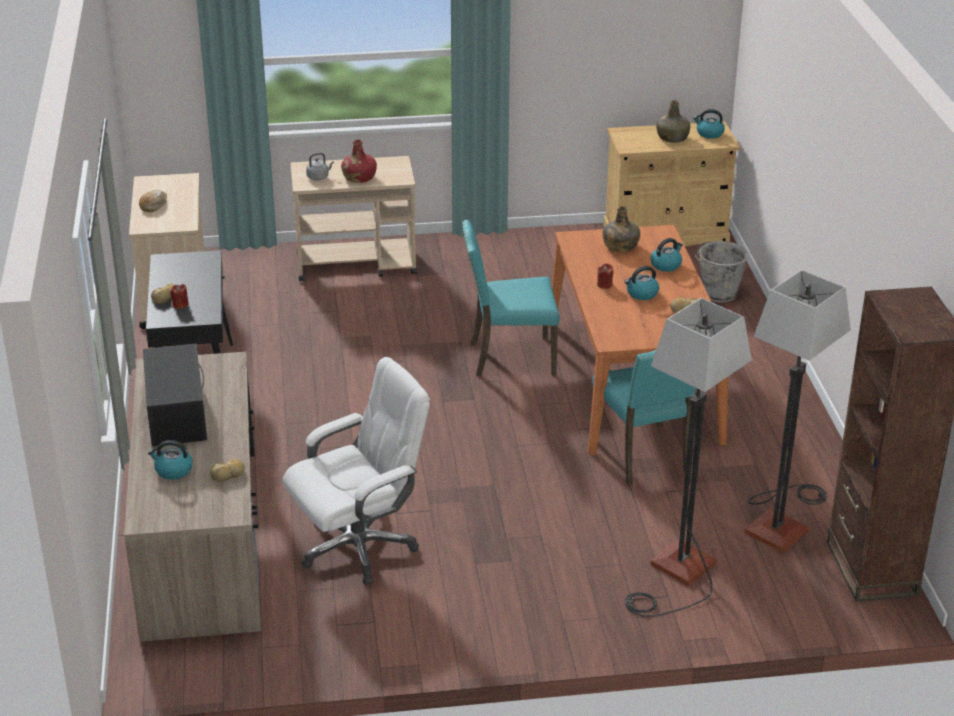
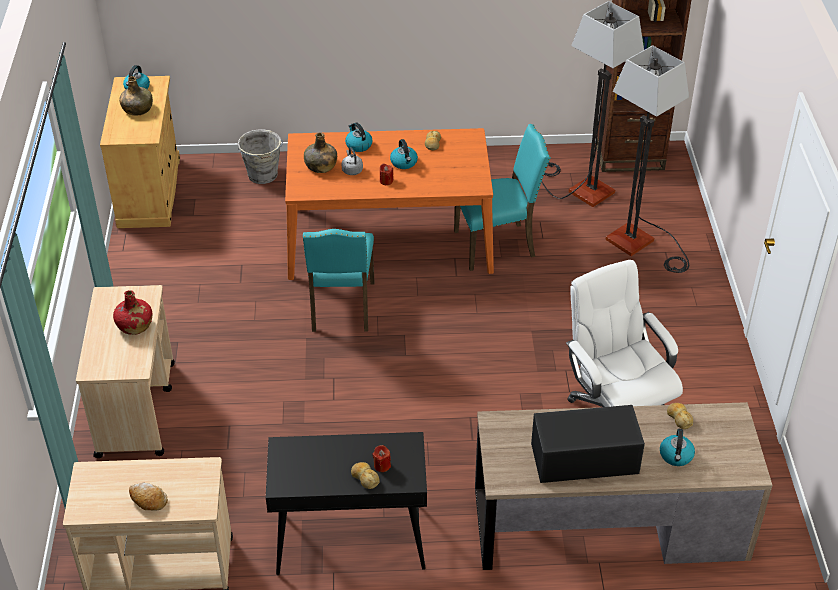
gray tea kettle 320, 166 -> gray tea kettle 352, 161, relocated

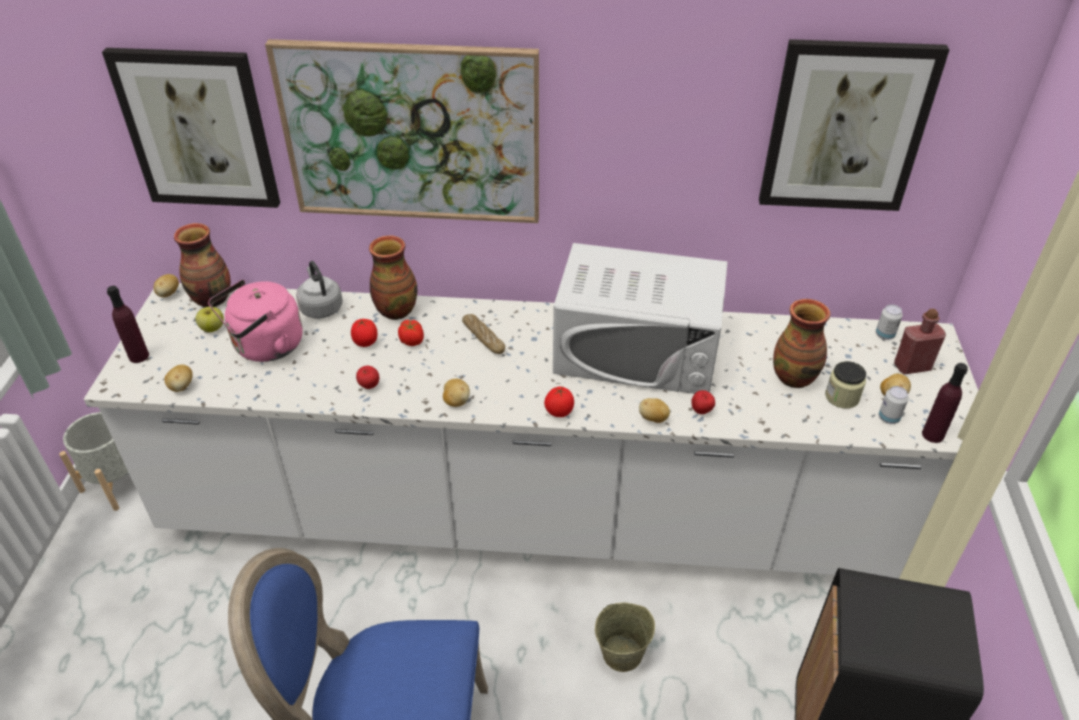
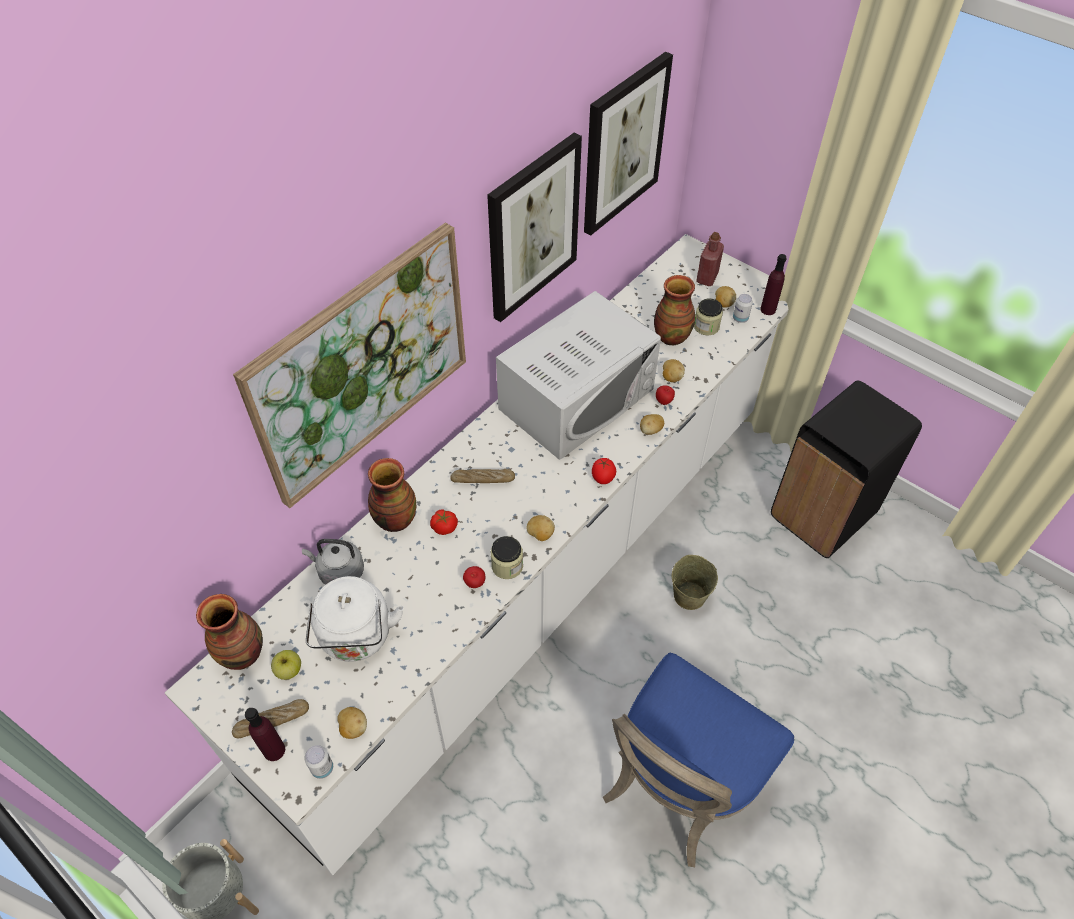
whole tomato 364, 332 -> none
none -> bread 270, 718
none -> jar 507, 557
wall art 191, 128 -> wall art 534, 227, relocated
potato 166, 285 -> potato 674, 370, relocated
can 889, 322 -> can 318, 762, relocated
pink tea kettle 255, 321 -> whitish tea kettle 355, 619

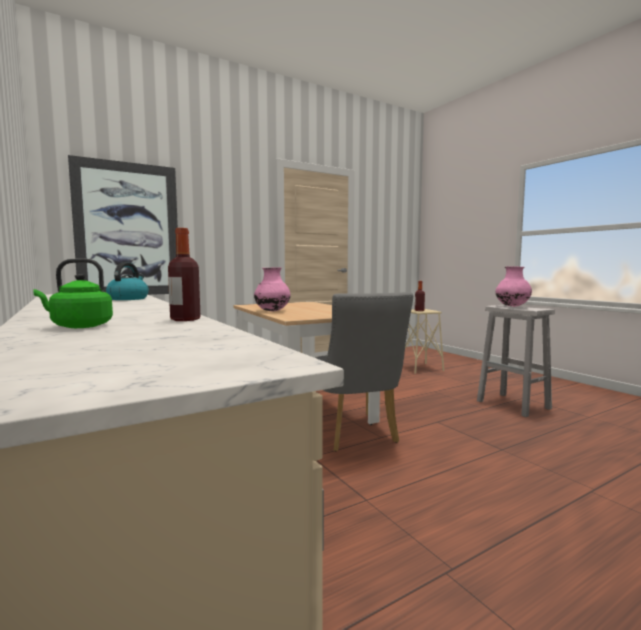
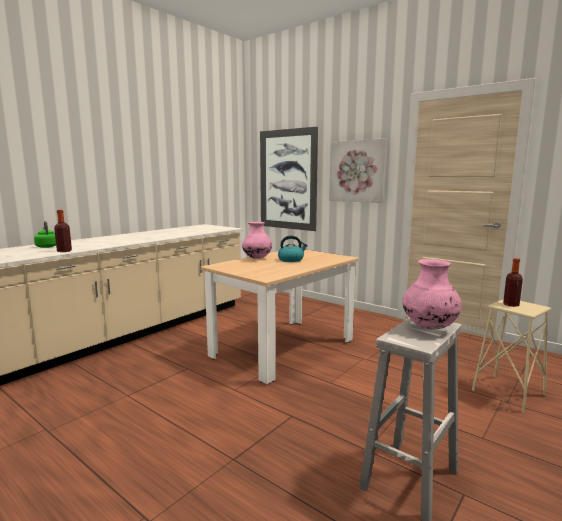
gray plain chair 363, 371 -> none
none -> wall art 358, 170
tea kettle 127, 281 -> tea kettle 293, 248, relocated

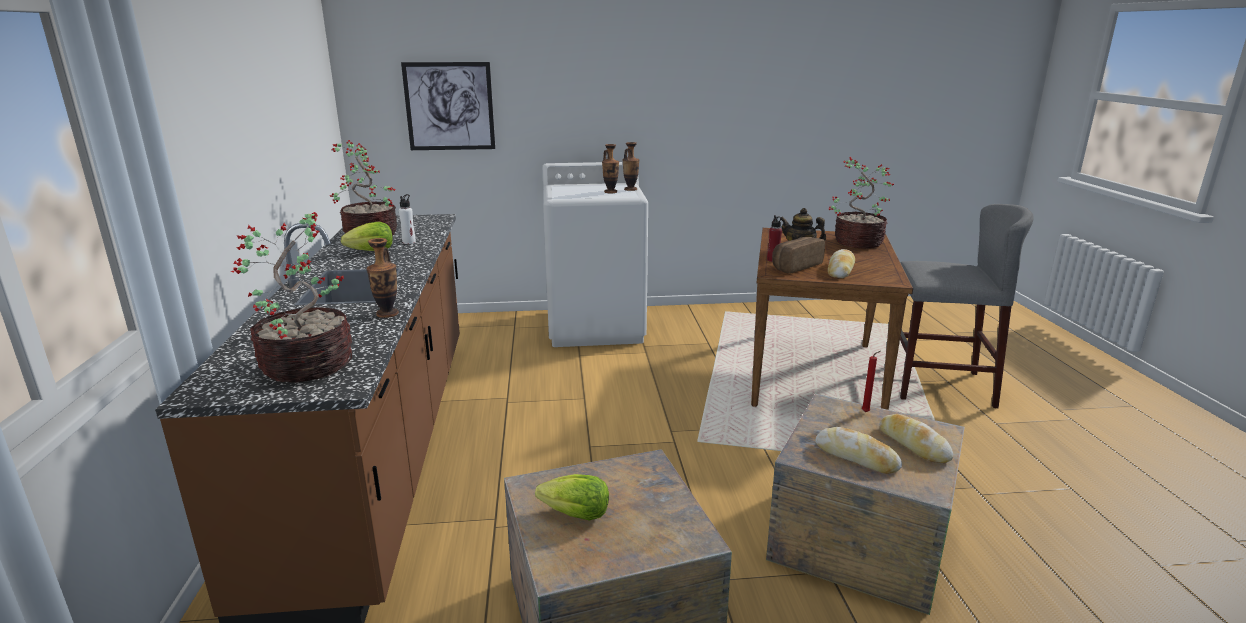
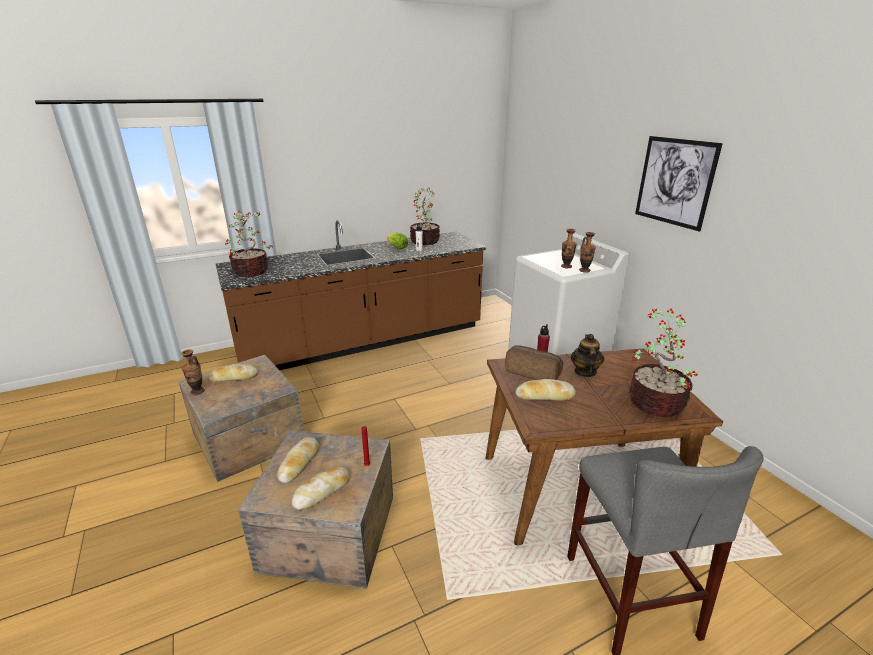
decorative vase 383, 278 -> decorative vase 193, 372, relocated
wall art 448, 106 -> wall art 679, 183, relocated
lettuce head 572, 497 -> bread 233, 373

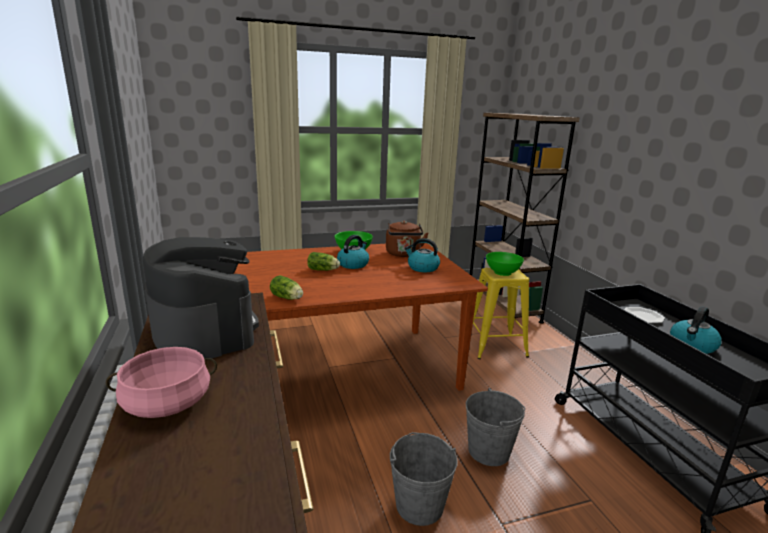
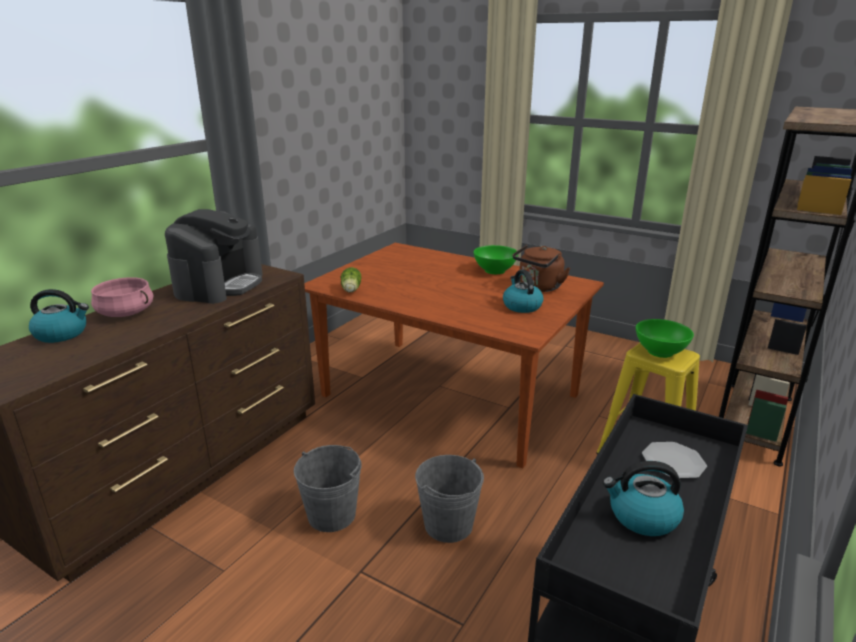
lettuce head 323, 261 -> none
tea kettle 353, 252 -> tea kettle 59, 316, relocated

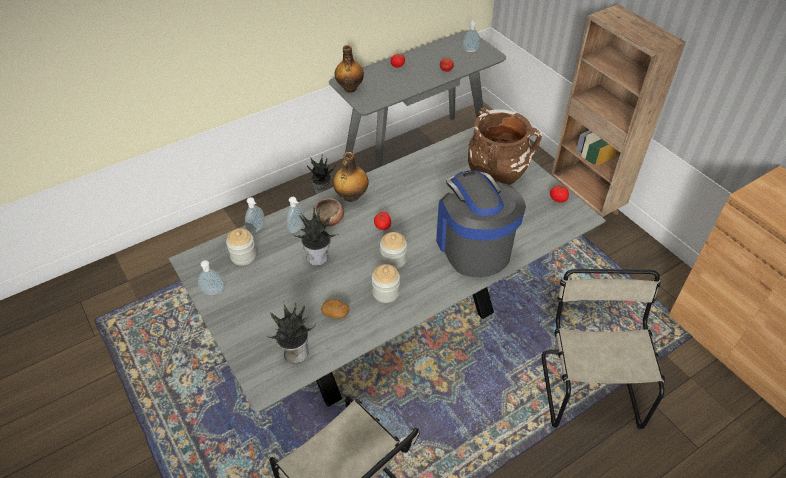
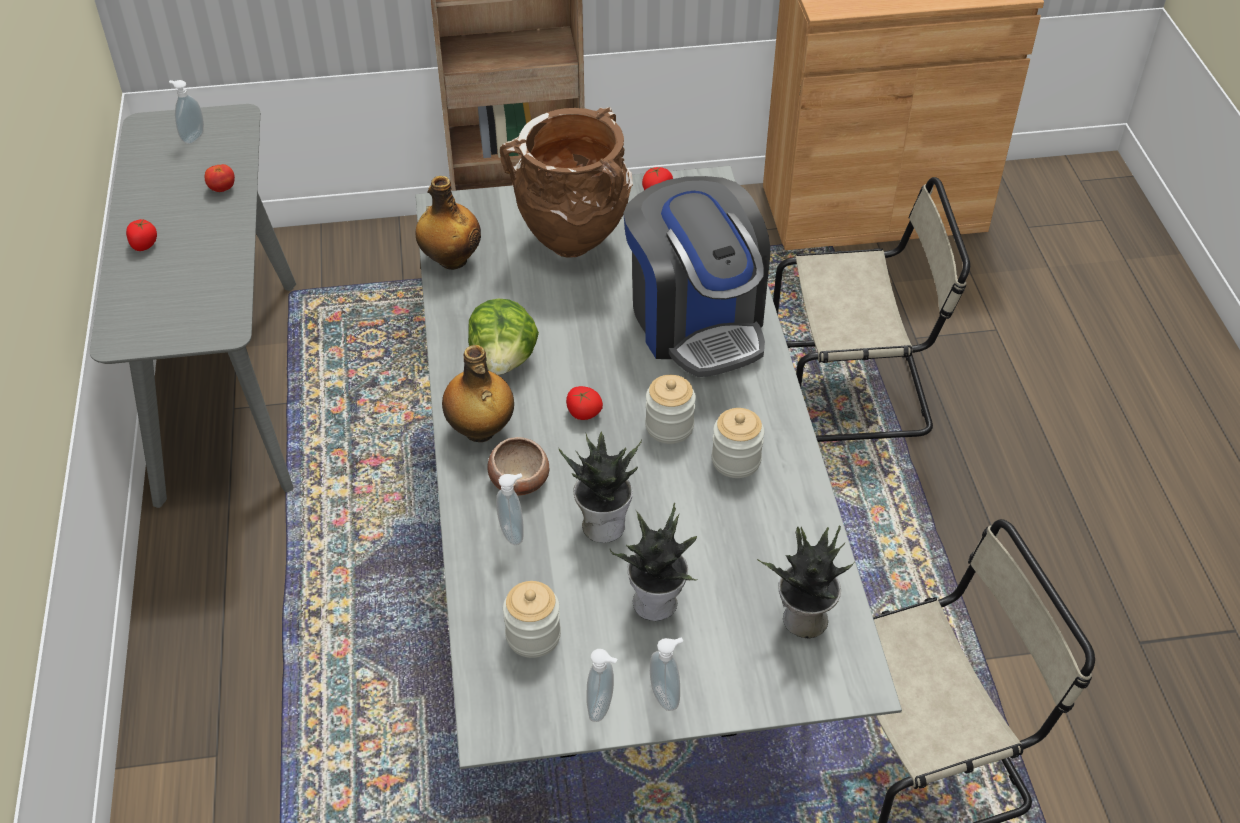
potato 335, 309 -> none
none -> lettuce head 503, 337
soap bottle 255, 215 -> soap bottle 666, 674, relocated
potted plant 321, 175 -> potted plant 654, 562, relocated
drink bottle 349, 69 -> drink bottle 448, 223, relocated
coffee machine 481, 223 -> coffee machine 696, 276, 120 degrees counterclockwise
sand-coloured plain chair 603, 349 -> sand-coloured plain chair 871, 309, 150 degrees clockwise

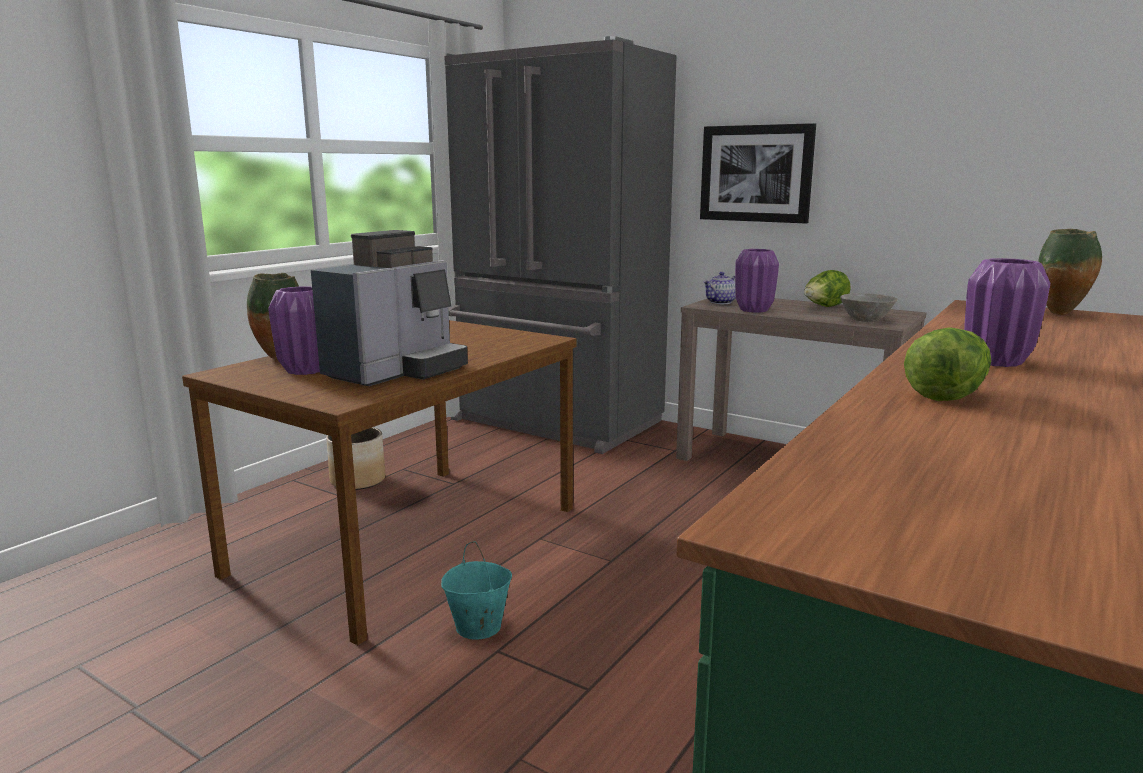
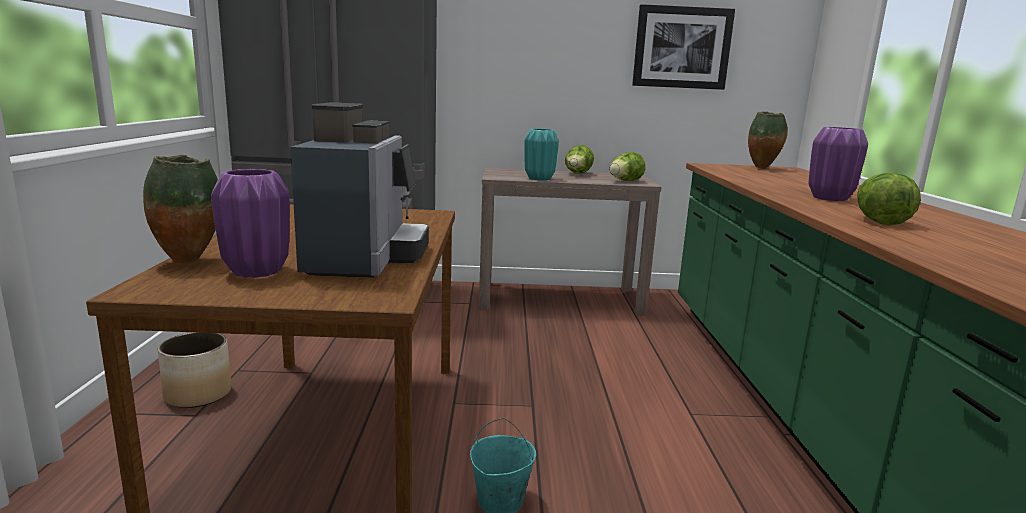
tea pot 719, 288 -> none
wall art 758, 173 -> wall art 683, 47, relocated
gray deep dish 869, 307 -> lettuce head 627, 166
purple decorative vase 757, 281 -> turquoise-coloured decorative vase 541, 154

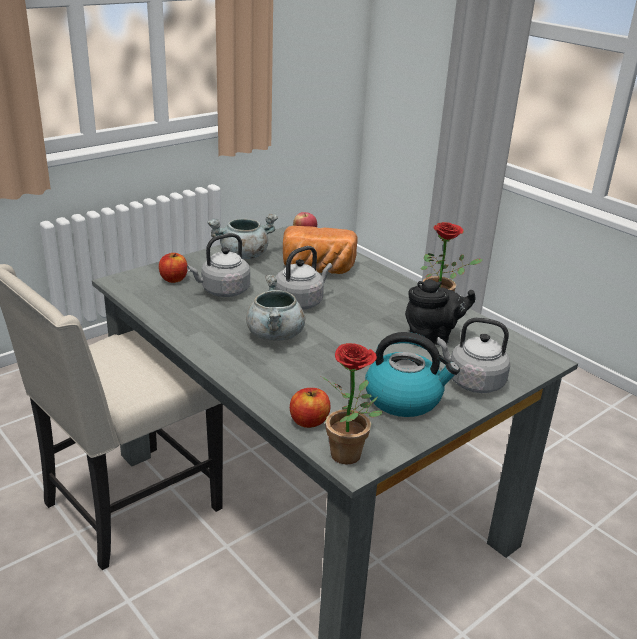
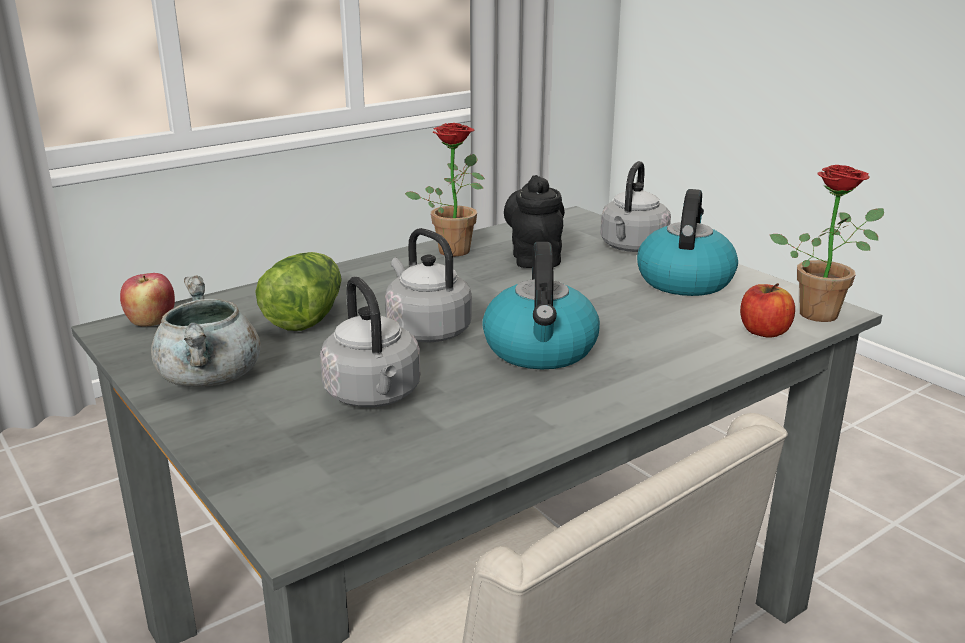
apple 173, 268 -> none
gray cooking pot 275, 308 -> tea kettle 541, 305
bread 320, 250 -> lettuce head 298, 291

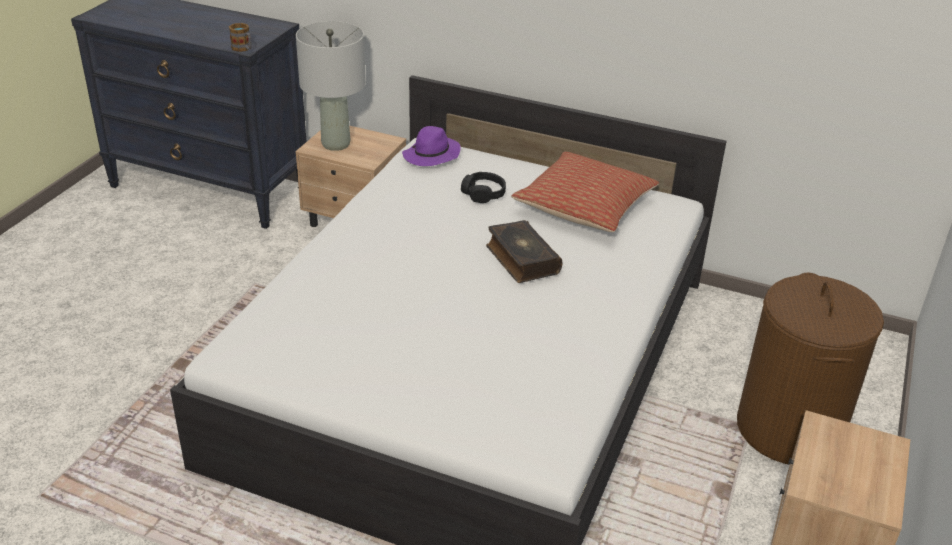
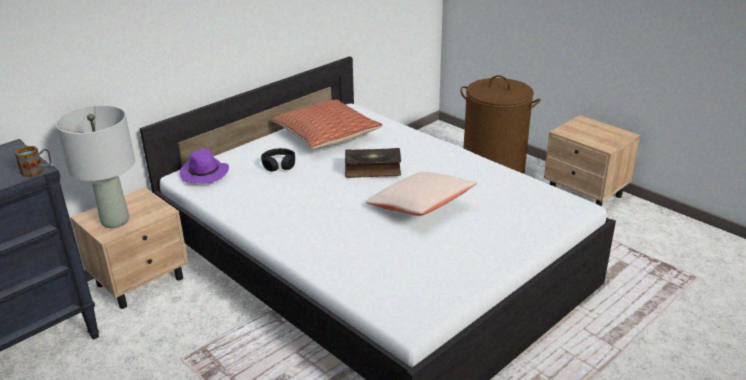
none -> sand-coloured throw pillow 421, 194

